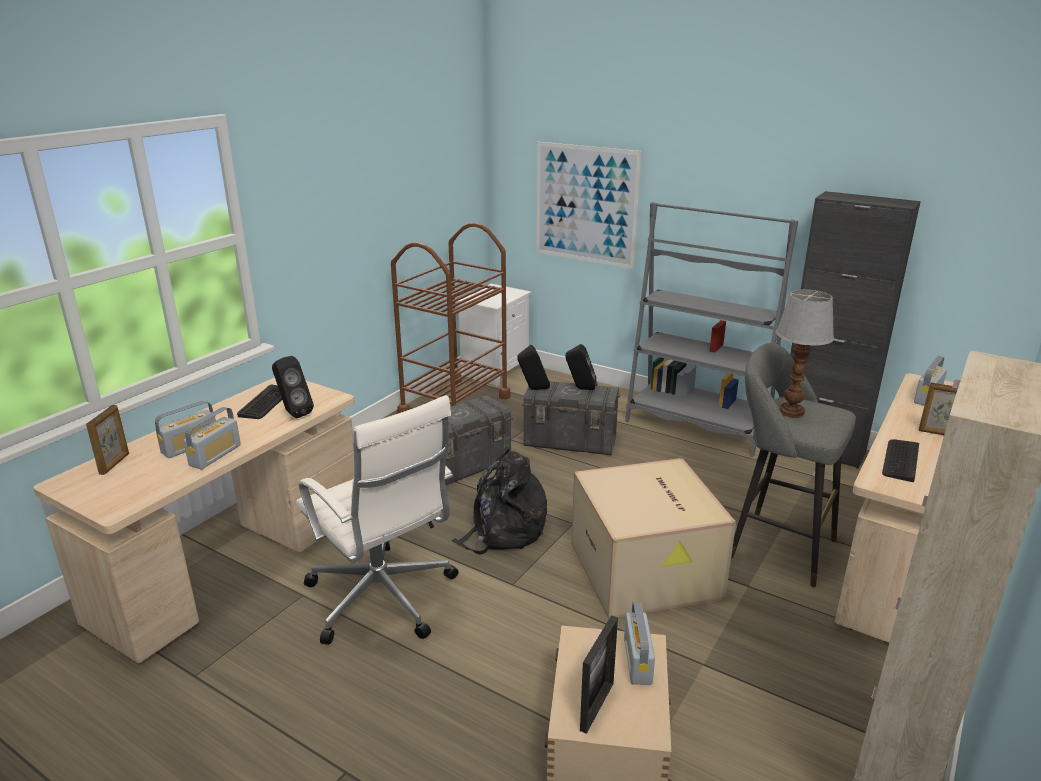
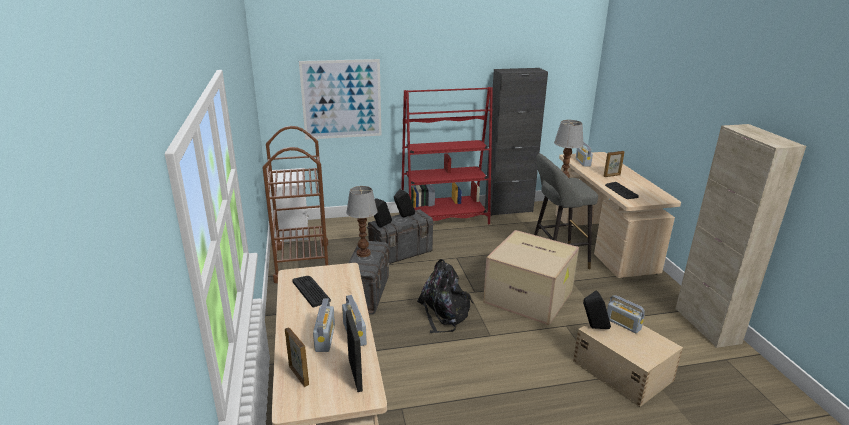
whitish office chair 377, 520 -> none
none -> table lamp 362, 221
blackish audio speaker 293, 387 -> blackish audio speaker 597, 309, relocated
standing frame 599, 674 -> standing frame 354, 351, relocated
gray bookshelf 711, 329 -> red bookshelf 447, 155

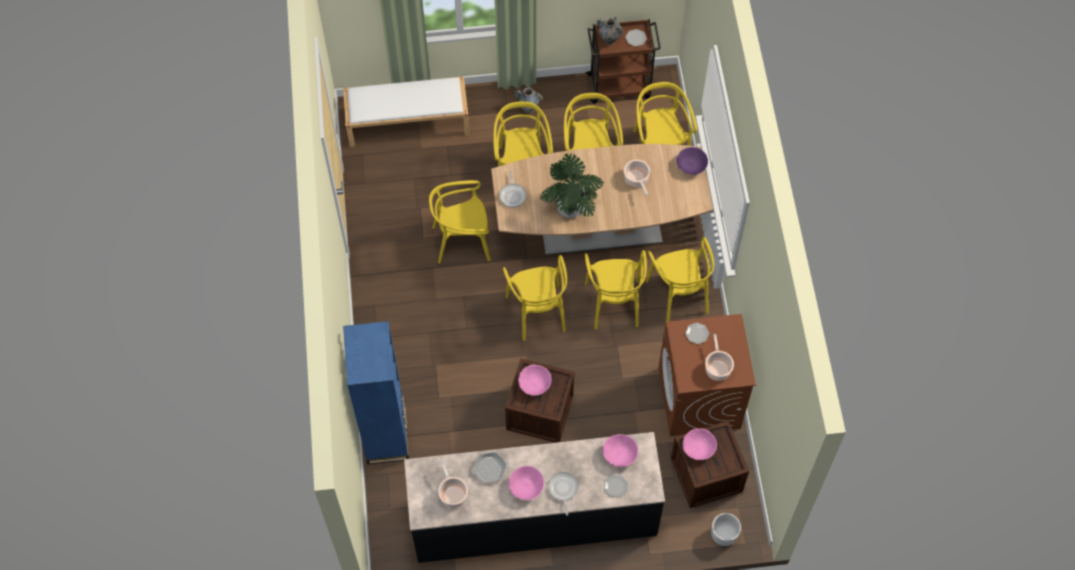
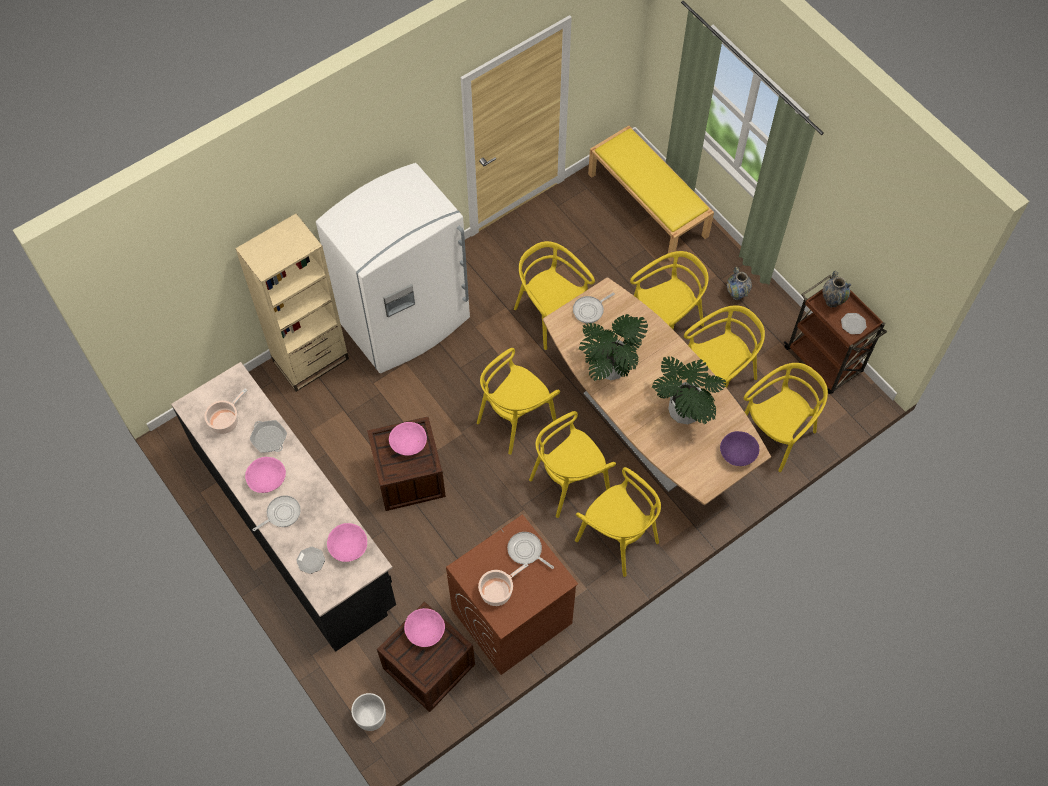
none -> whitish fridge 393, 268
cooking pot 637, 177 -> potted plant 689, 390
dinner plate 697, 333 -> frying pan 530, 550
whitish indoor bench 406, 111 -> yellowish indoor bench 651, 193
blue bookshelf 376, 392 -> sand-coloured bookshelf 292, 303
yellowish plain chair 680, 279 -> yellowish plain chair 618, 522, 90 degrees counterclockwise

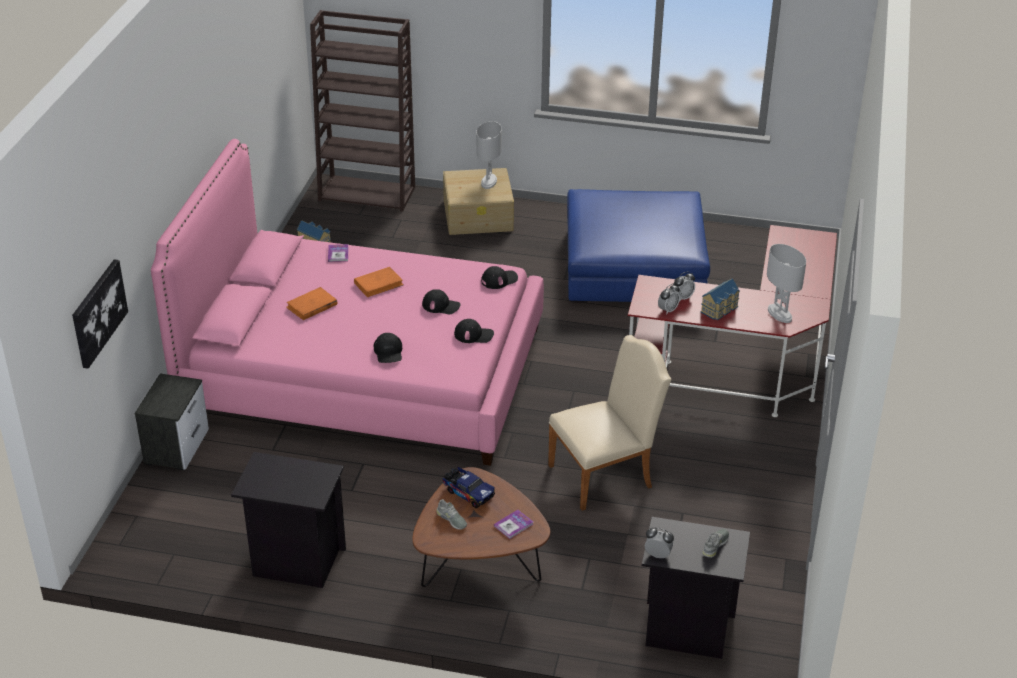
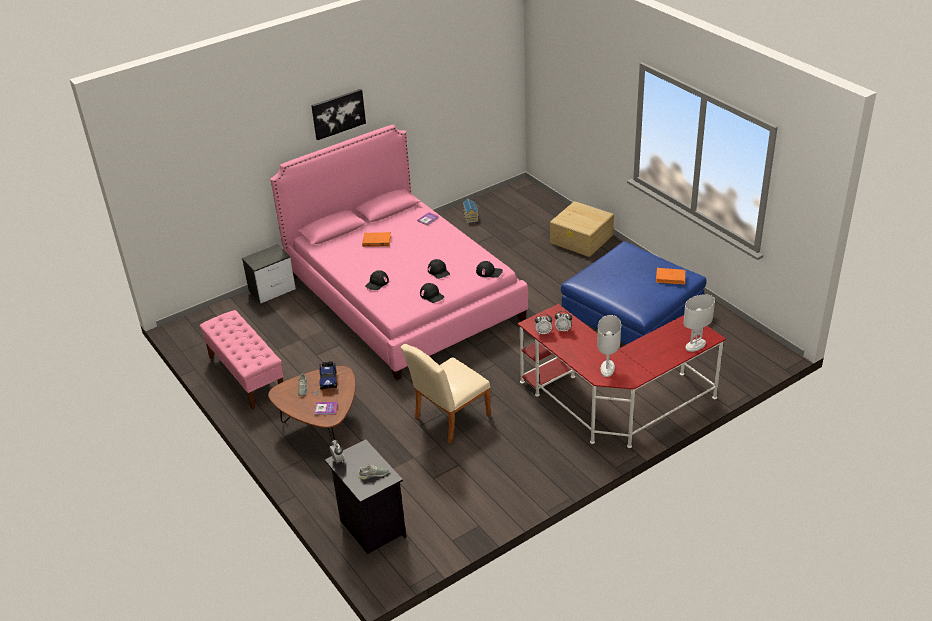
brown bookshelf 362, 111 -> none
model house 720, 299 -> none
wall art 100, 314 -> wall art 338, 114, relocated
orangey volume 379, 282 -> orangey volume 670, 276, relocated
whitish table lamp 489, 155 -> whitish table lamp 699, 323, relocated
blackish nightstand 288, 520 -> pink indoor bench 241, 360
sand-coloured plain chair 610, 423 -> sand-coloured plain chair 445, 394, 120 degrees clockwise

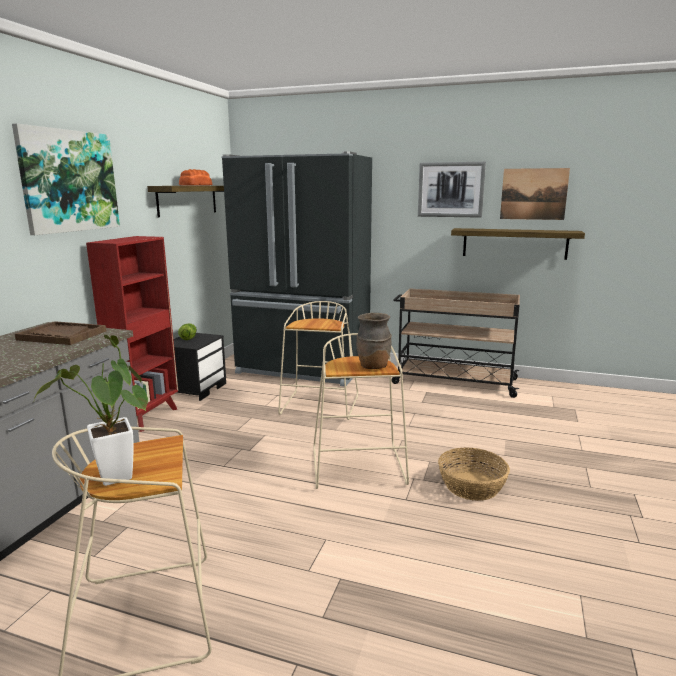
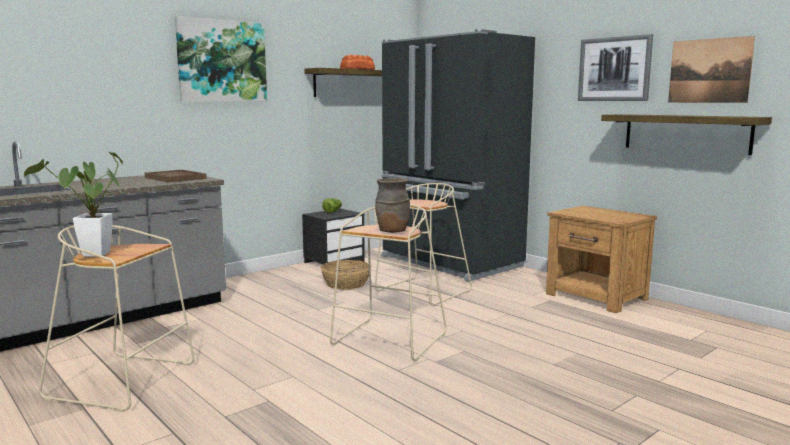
red bookshelf 132, 334 -> none
household basket 474, 474 -> household basket 344, 275, relocated
sand-coloured wheeled cart 456, 343 -> brown nightstand 601, 259

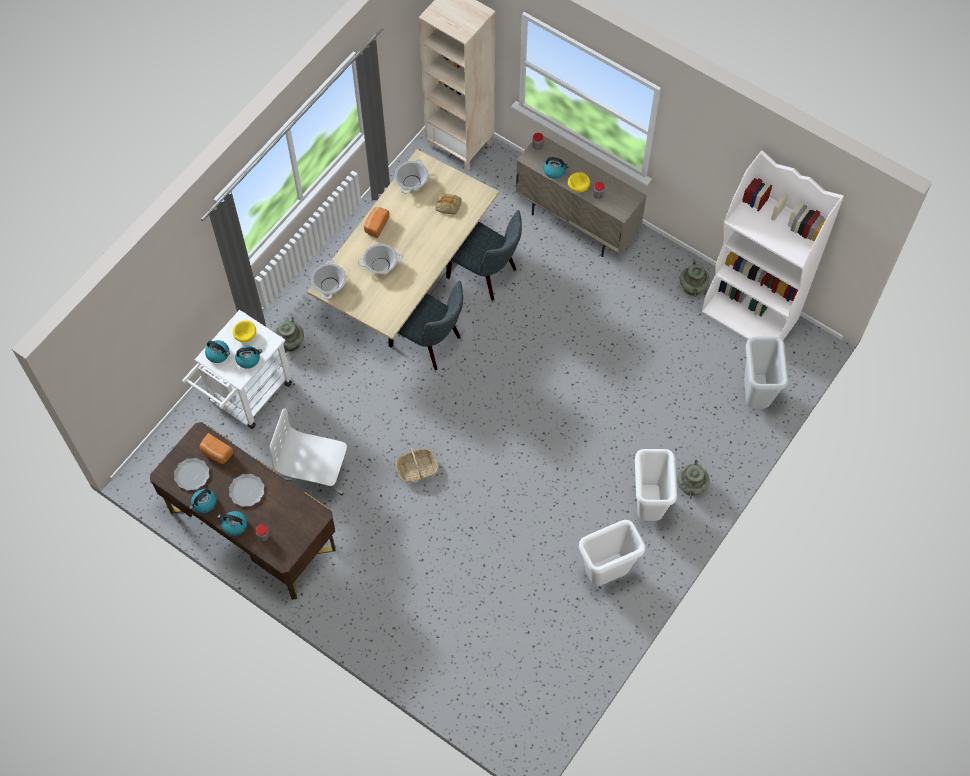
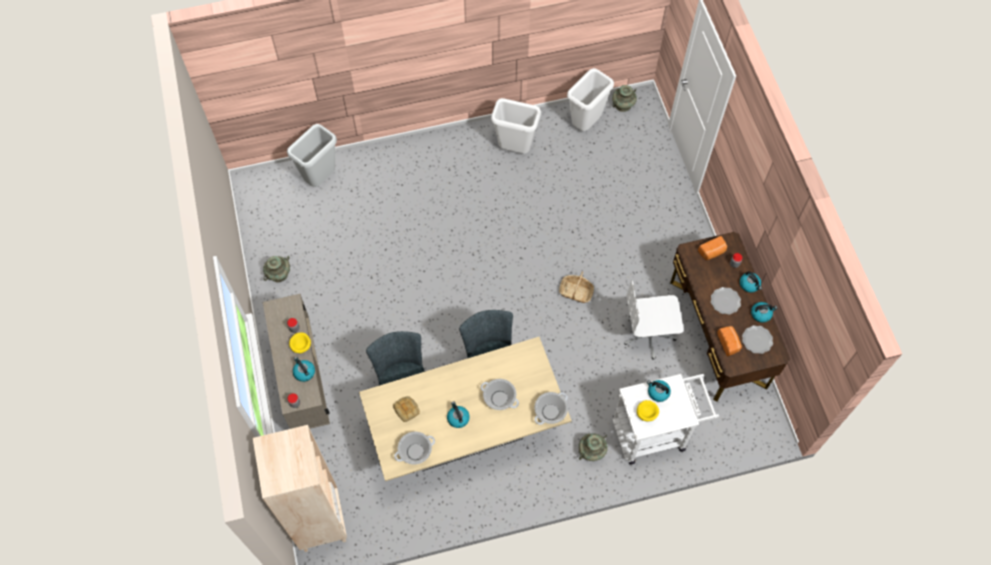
whitish bookshelf 772, 245 -> none
tea kettle 217, 351 -> tea kettle 458, 414, relocated
bread 376, 222 -> bread 712, 248, relocated
whitish rubbish bin 656, 485 -> whitish rubbish bin 590, 99, relocated
turquoise-coloured decorative vase 693, 479 -> turquoise-coloured decorative vase 624, 98, relocated
whitish office chair 308, 452 -> whitish office chair 654, 320, 120 degrees clockwise

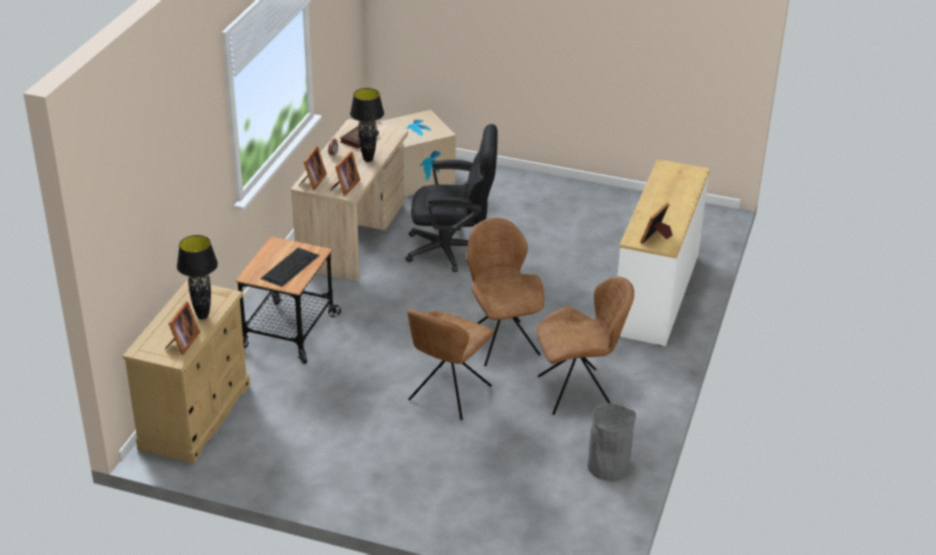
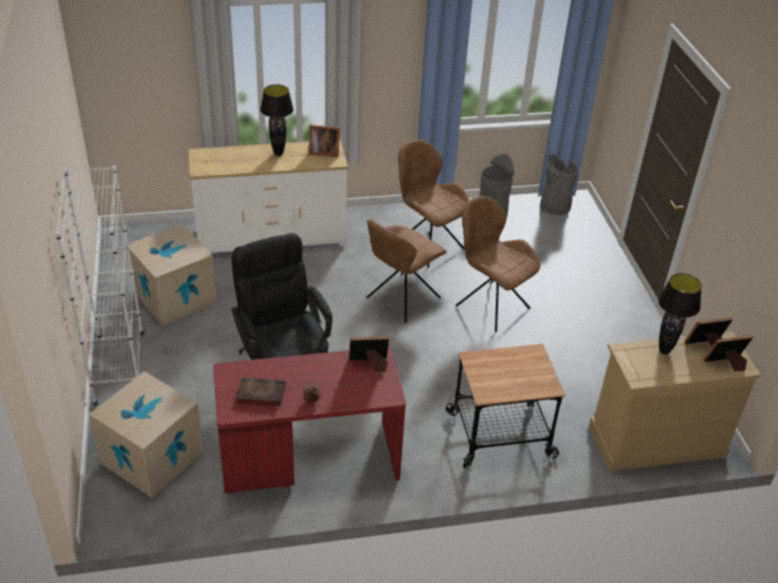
PC keyboard 290, 267 -> none
none -> whitish bookshelf 99, 286
none -> carton 173, 275
none -> gray rubbish bin 559, 185
standing frame 313, 168 -> standing frame 728, 353, relocated
blackish table lamp 367, 125 -> blackish table lamp 277, 120, relocated
sand-coloured desk table 349, 200 -> red desk table 309, 420
brown plain chair 451, 364 -> brown plain chair 498, 264, 135 degrees counterclockwise

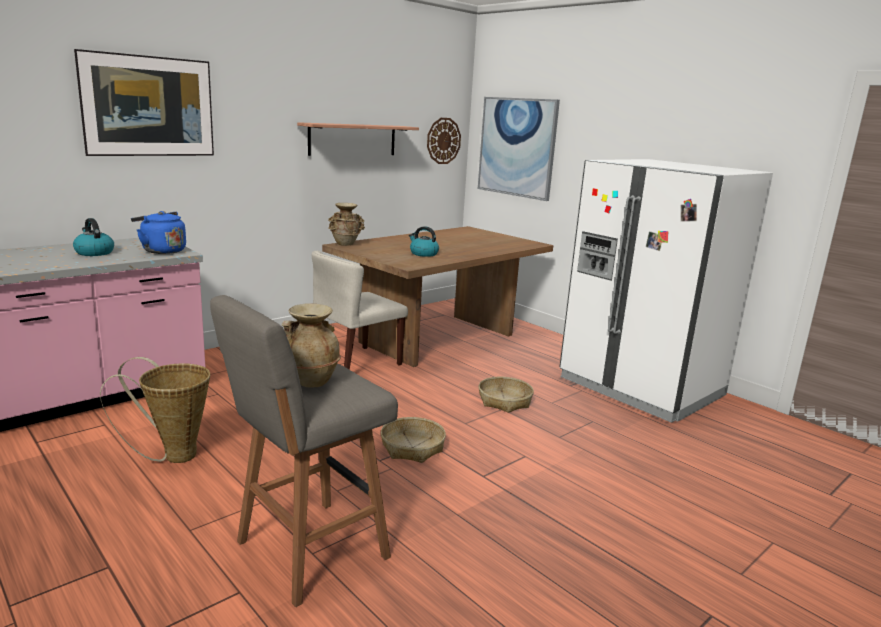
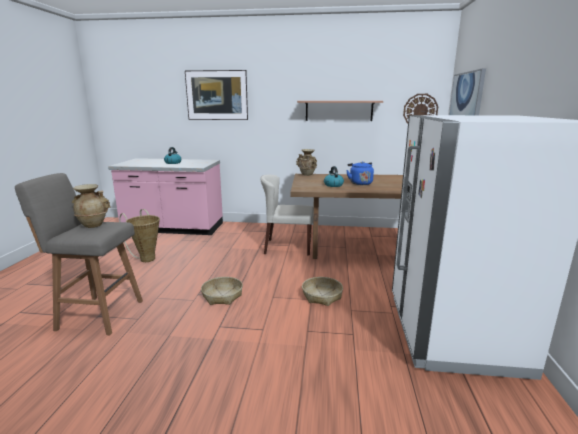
blue tea kettle 158, 232 -> blue tea kettle 360, 173, relocated

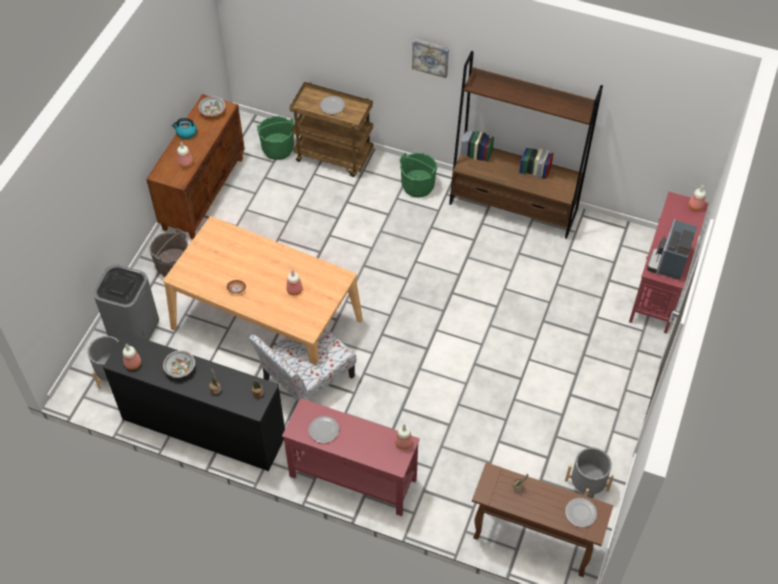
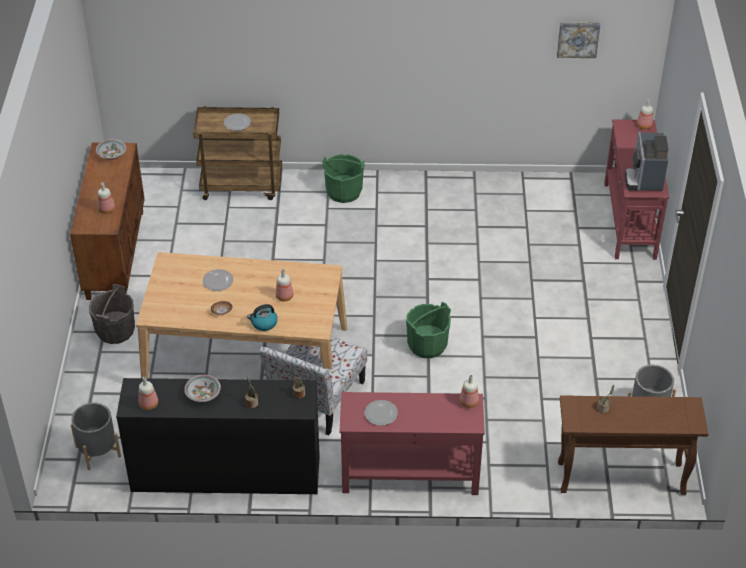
gray rubbish bin 126, 302 -> none
brown bookshelf 526, 145 -> none
tea kettle 184, 128 -> tea kettle 262, 317, relocated
green pail 275, 138 -> green pail 428, 330, relocated
wall art 430, 58 -> wall art 578, 40, relocated
dinner plate 581, 512 -> dinner plate 218, 280, relocated

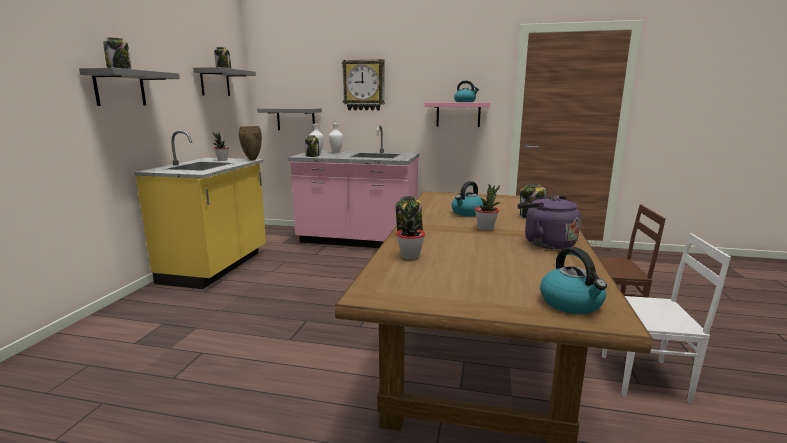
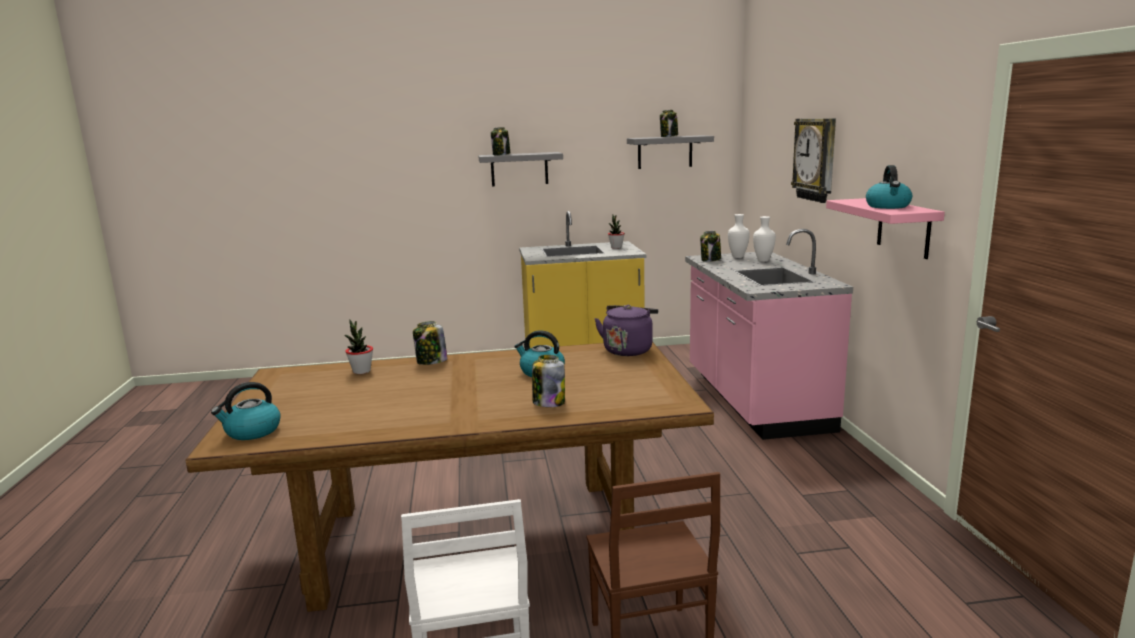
brown decorative vase 250, 143 -> none
gray wall shelf 289, 119 -> none
potted plant 487, 207 -> none
purple tea kettle 549, 222 -> purple tea kettle 626, 330, relocated

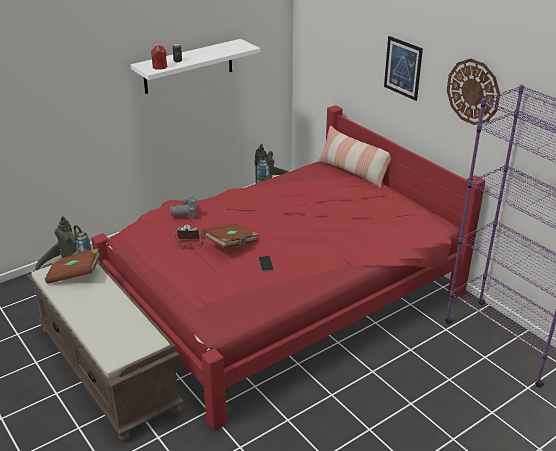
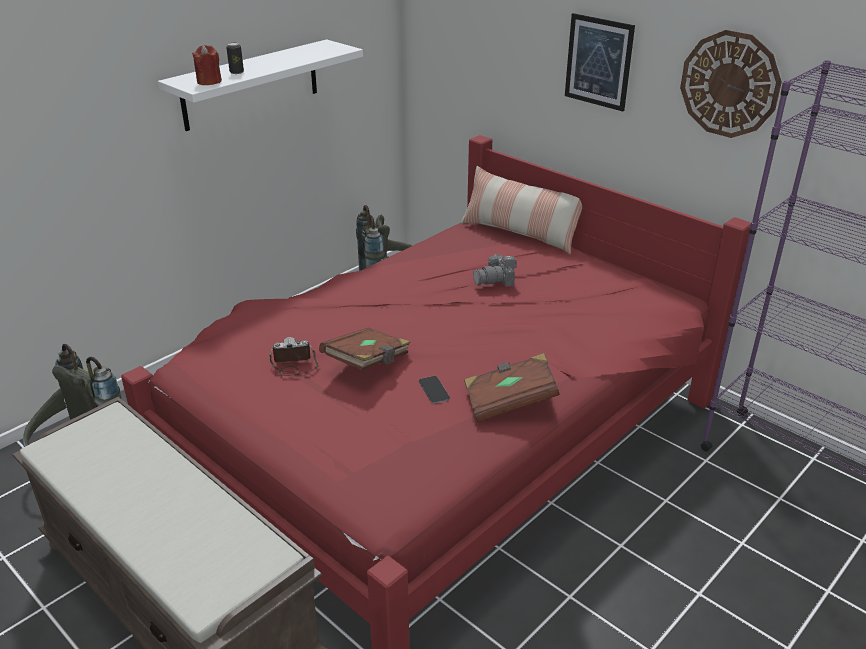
brown volume 73, 266 -> brown volume 512, 387, relocated
still camera 184, 208 -> still camera 495, 270, relocated

